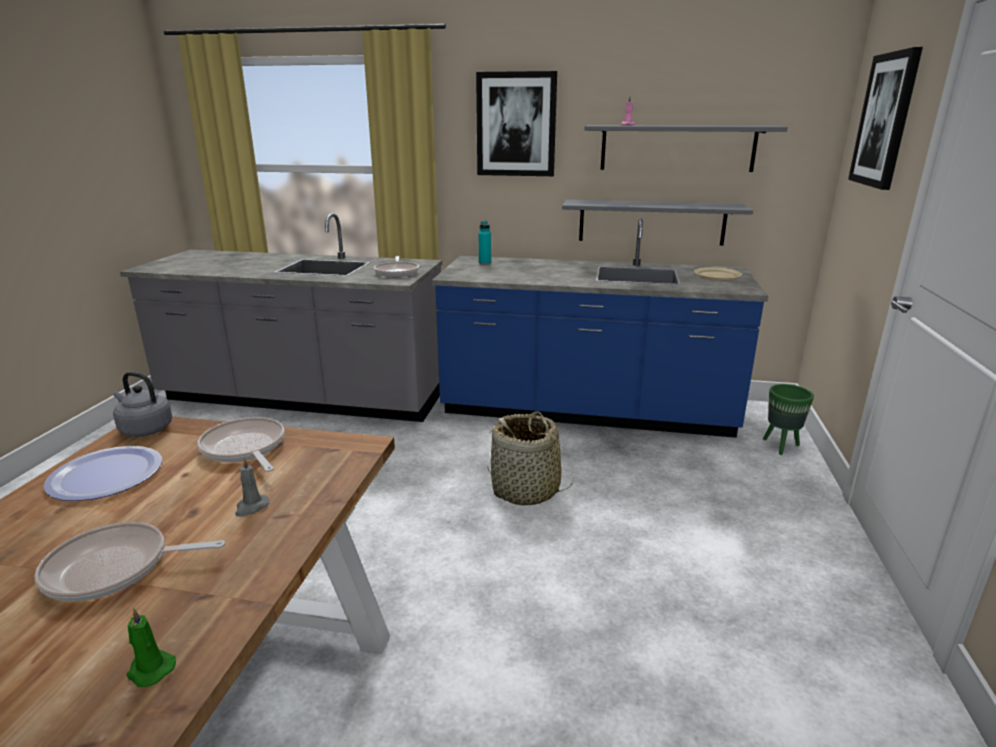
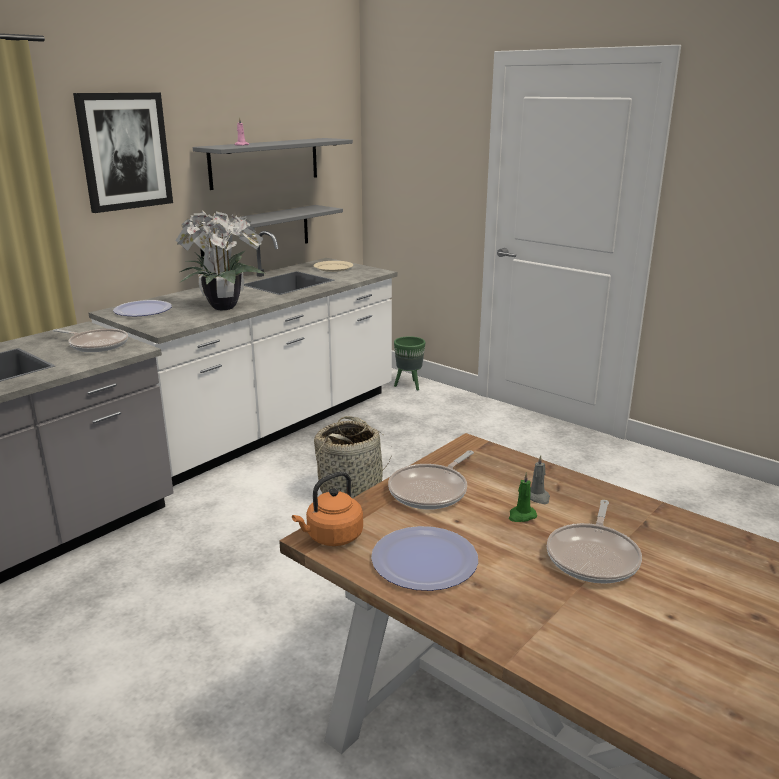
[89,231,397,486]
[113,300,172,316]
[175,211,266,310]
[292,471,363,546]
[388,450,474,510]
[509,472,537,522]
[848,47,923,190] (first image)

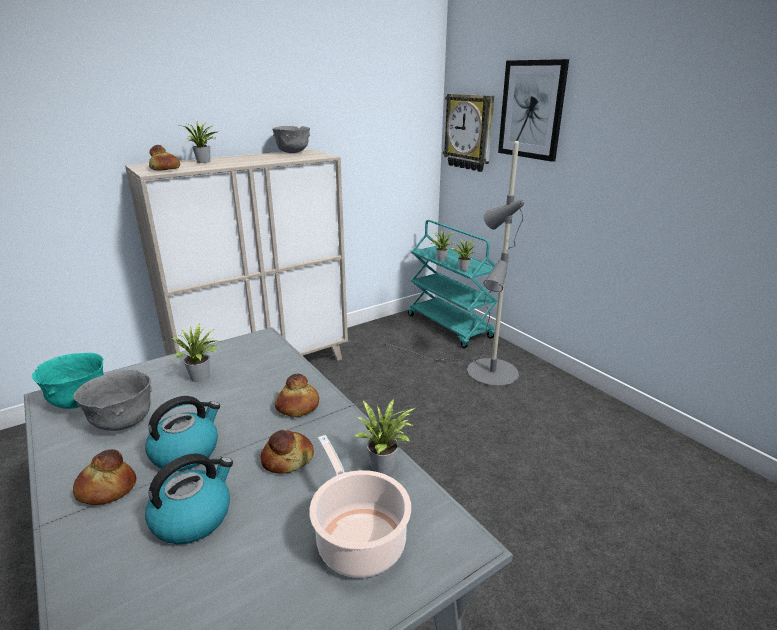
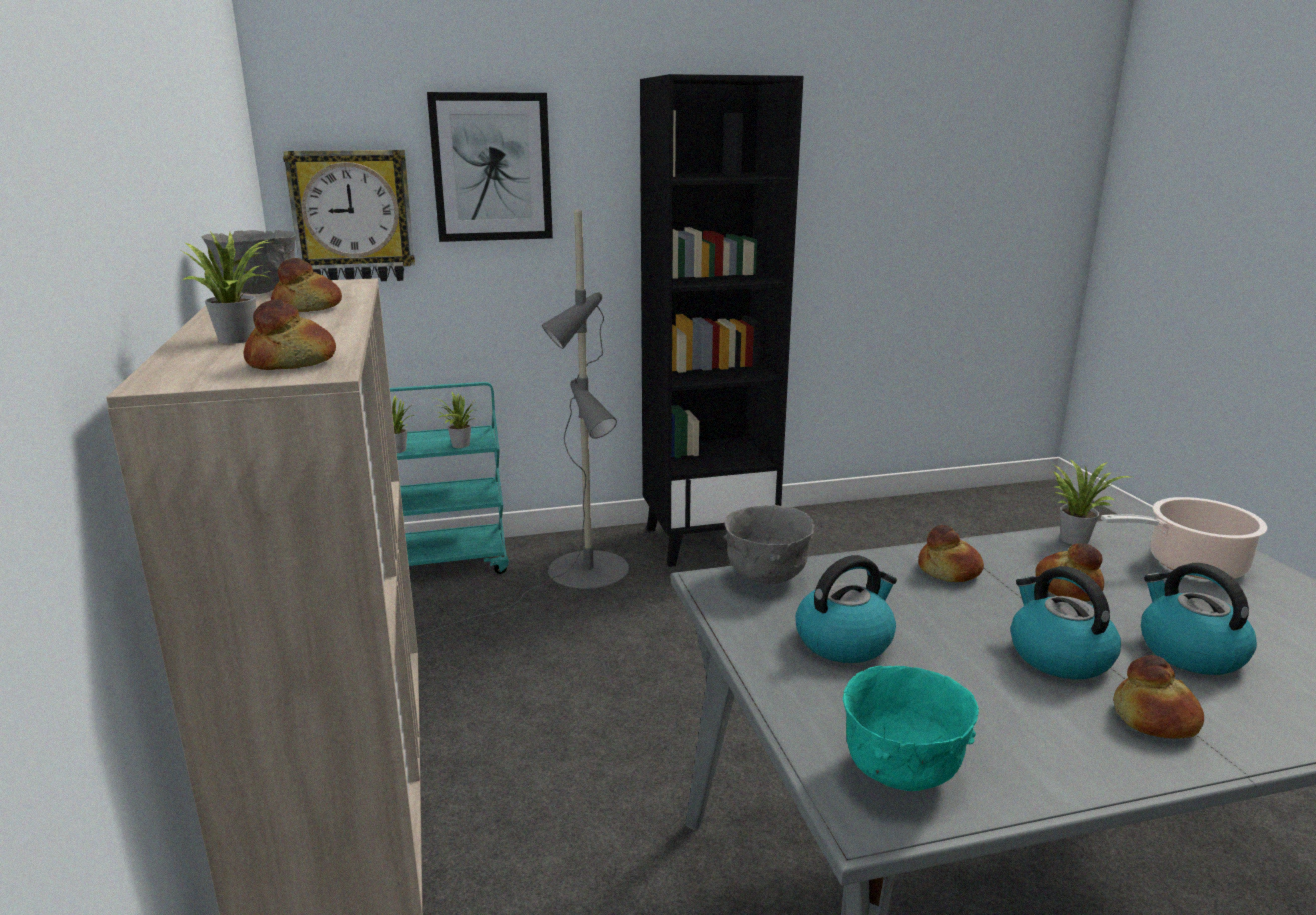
[271,258,342,312]
[640,74,804,567]
[724,505,814,584]
[795,555,897,663]

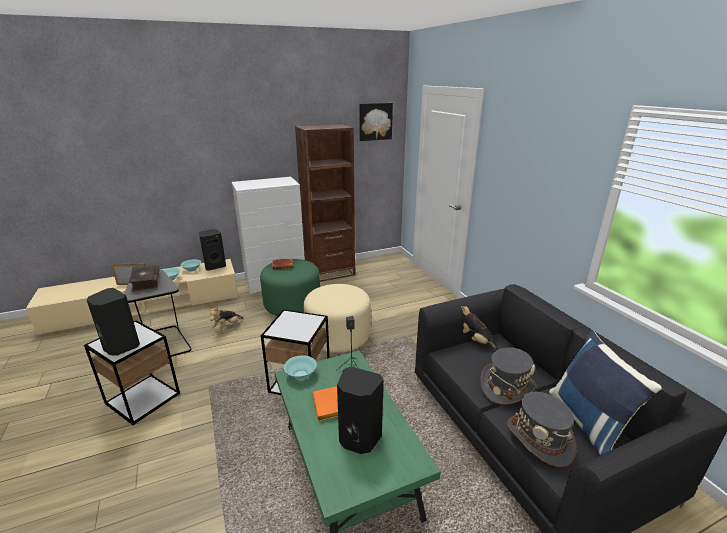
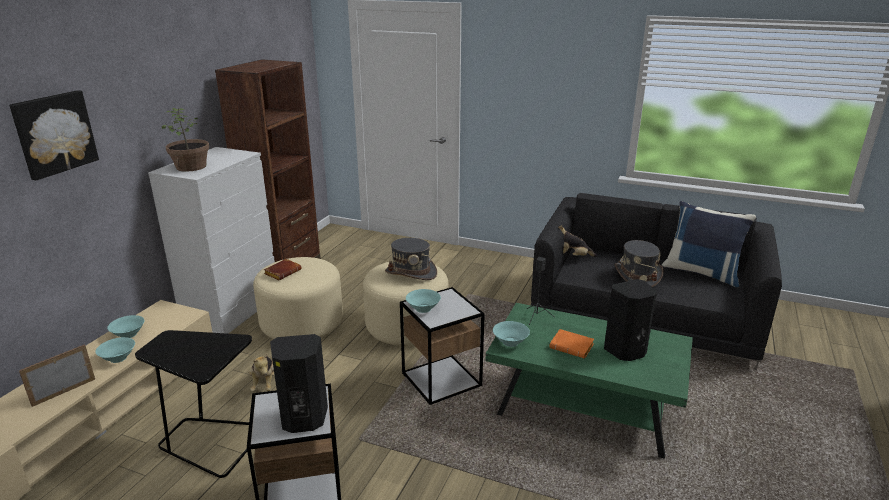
[9,90,99,180]
[162,107,209,172]
[253,257,343,339]
[385,238,437,280]
[406,289,441,313]
[129,265,160,292] (first image)
[199,229,226,271] (first image)

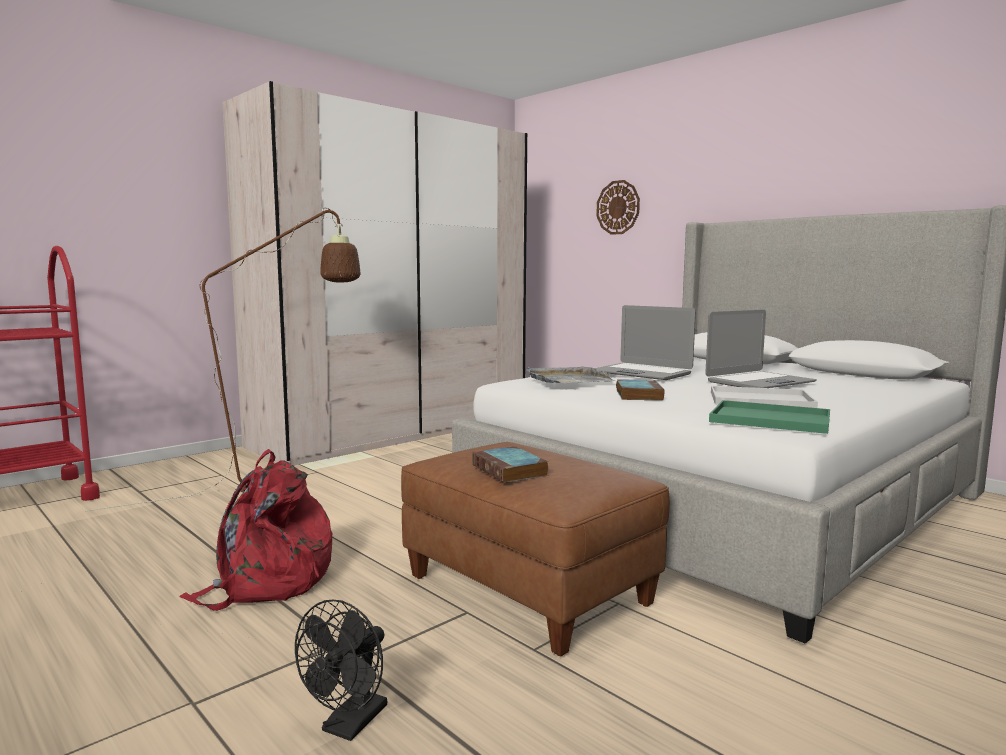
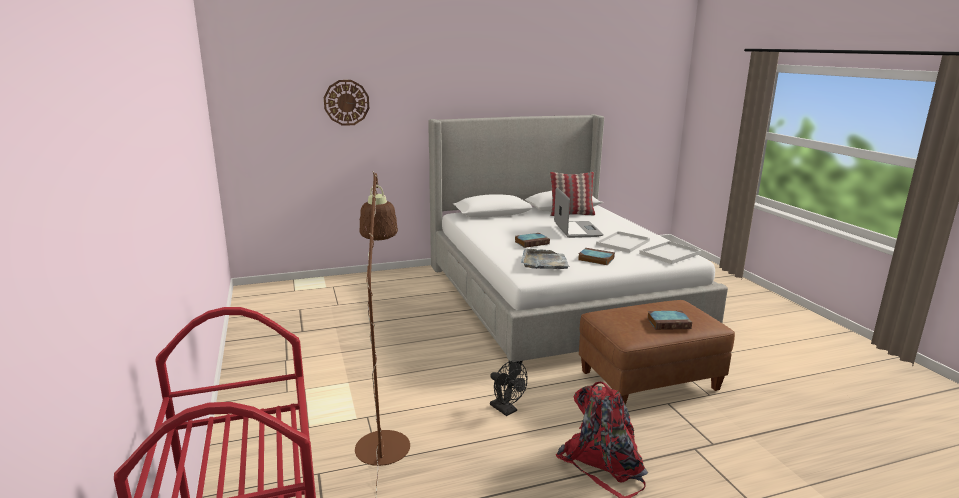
[490,360,527,416]
[515,233,550,248]
[550,172,595,216]
[639,241,701,264]
[223,81,527,466] (first image)

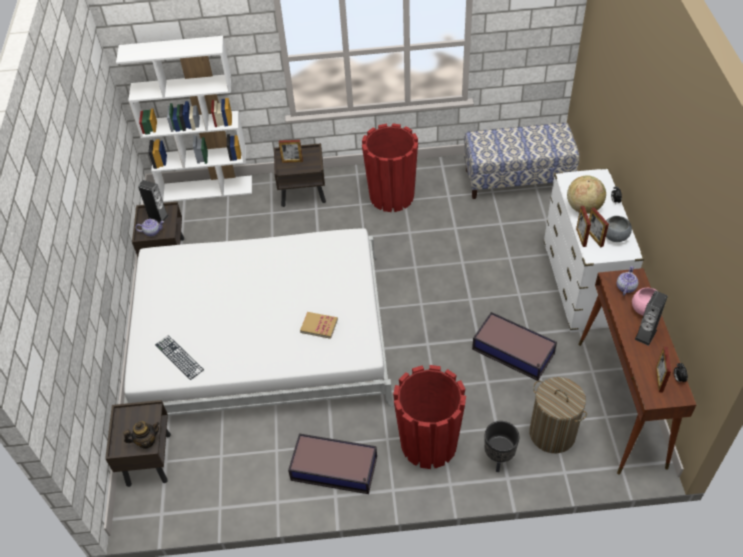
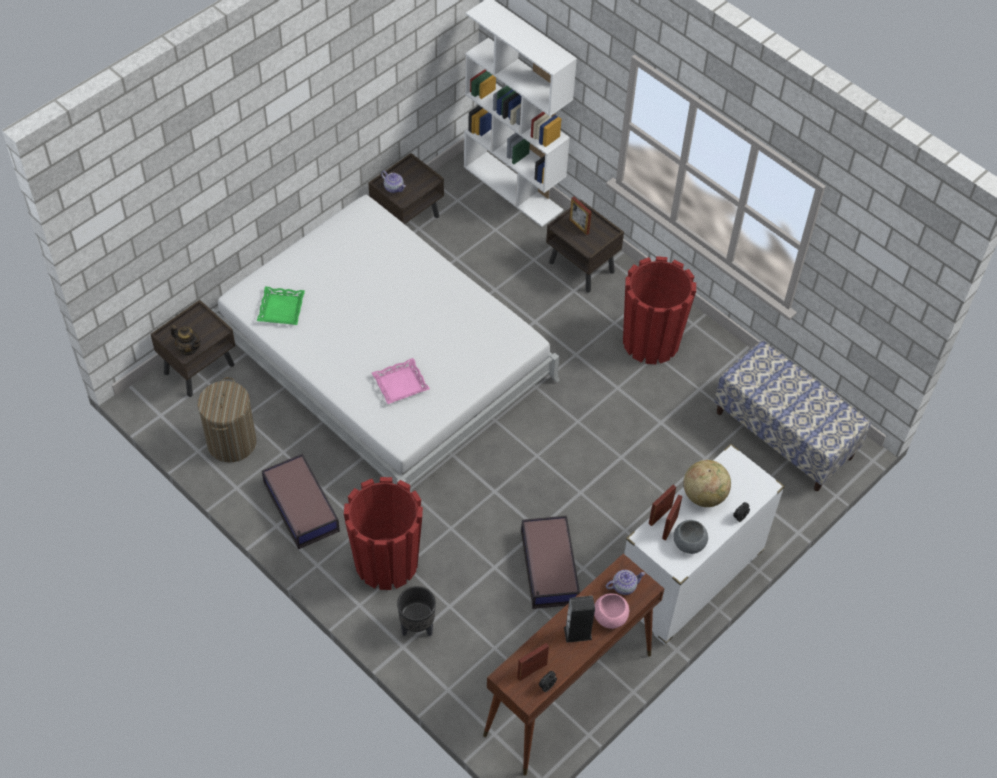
[198,377,256,462]
[257,287,305,325]
[372,358,430,404]
[138,180,169,223] (first image)

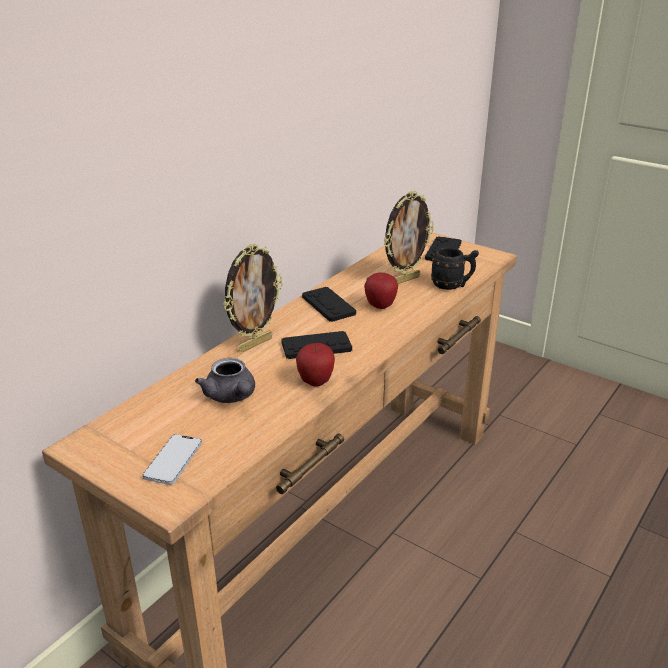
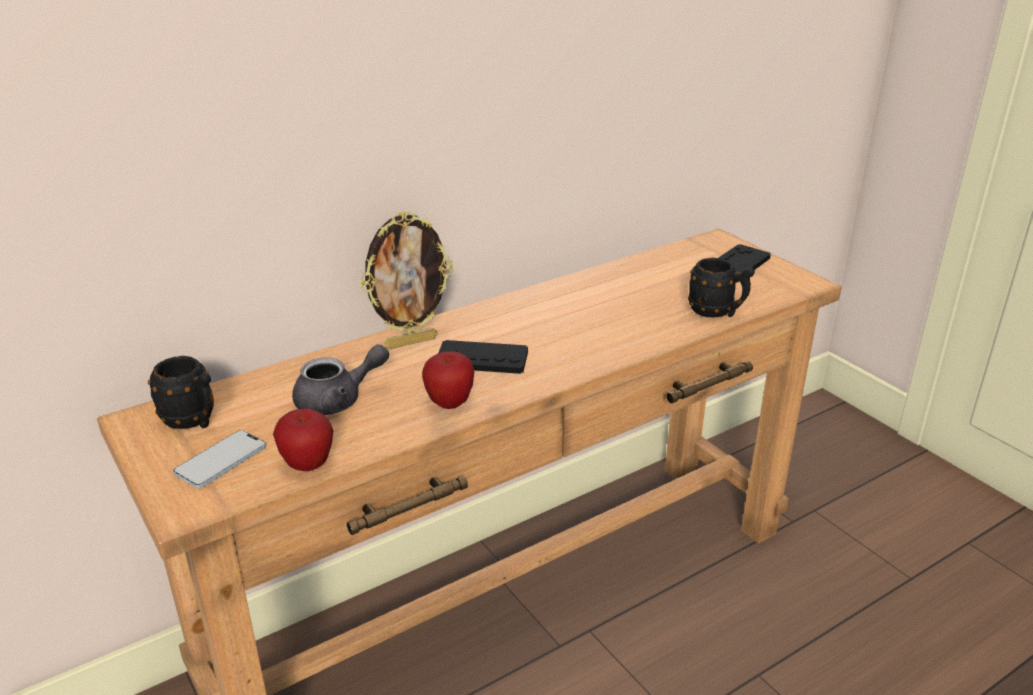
[148,356,214,429]
[273,408,333,471]
[292,344,389,415]
[302,287,356,322] (first image)
[383,191,434,284] (first image)

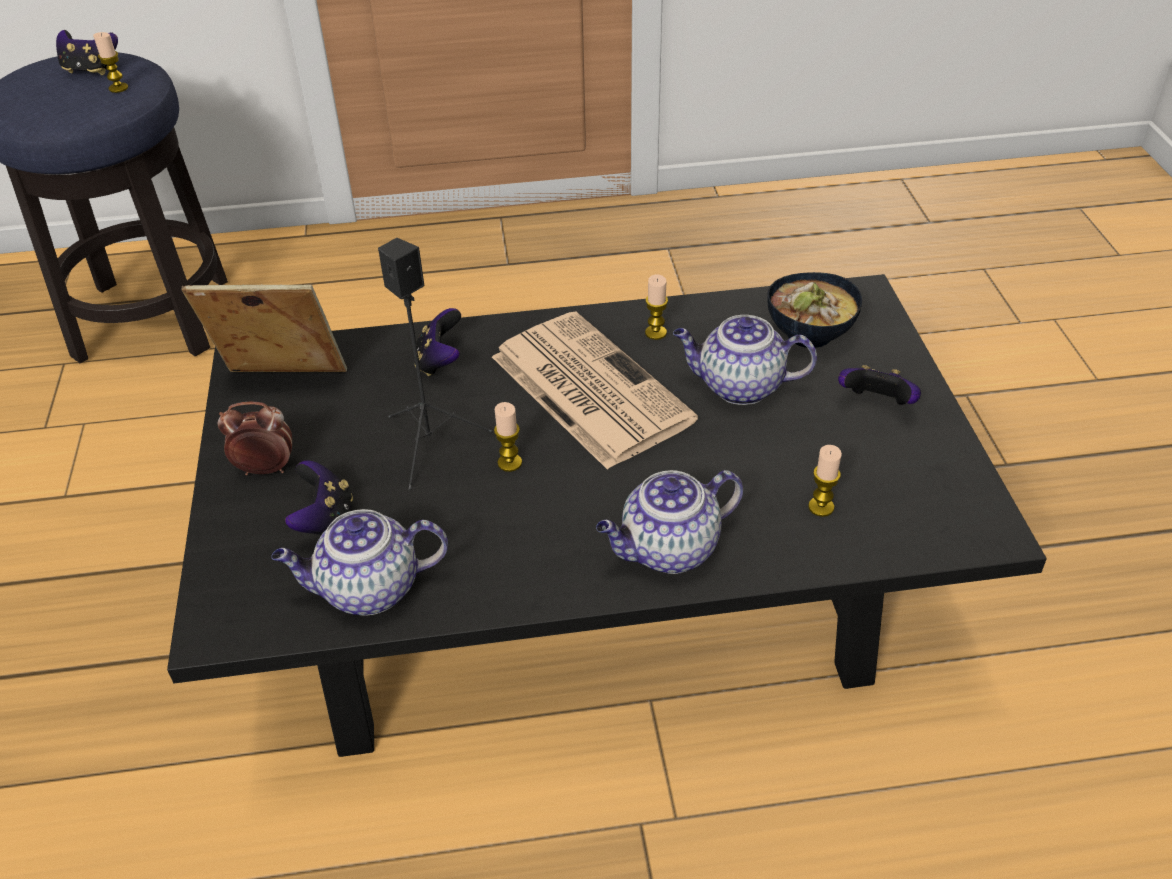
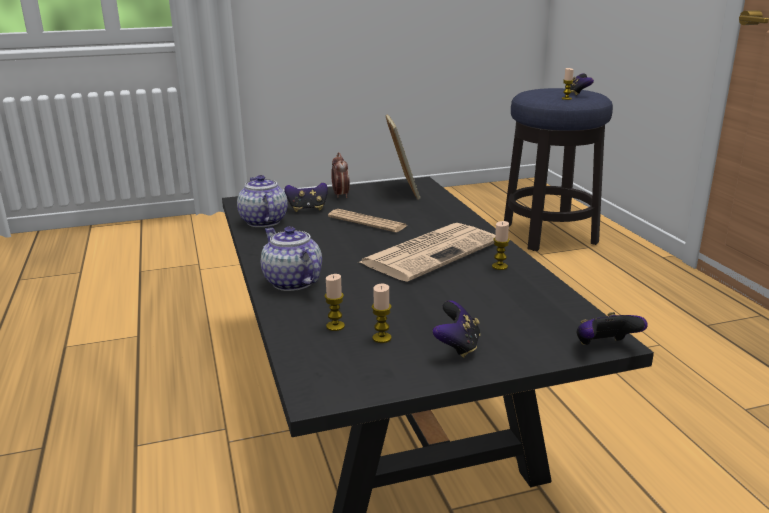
[328,209,407,232]
[372,284,391,343]
[576,312,648,345]
[673,315,817,405] (first image)
[767,272,862,348] (first image)

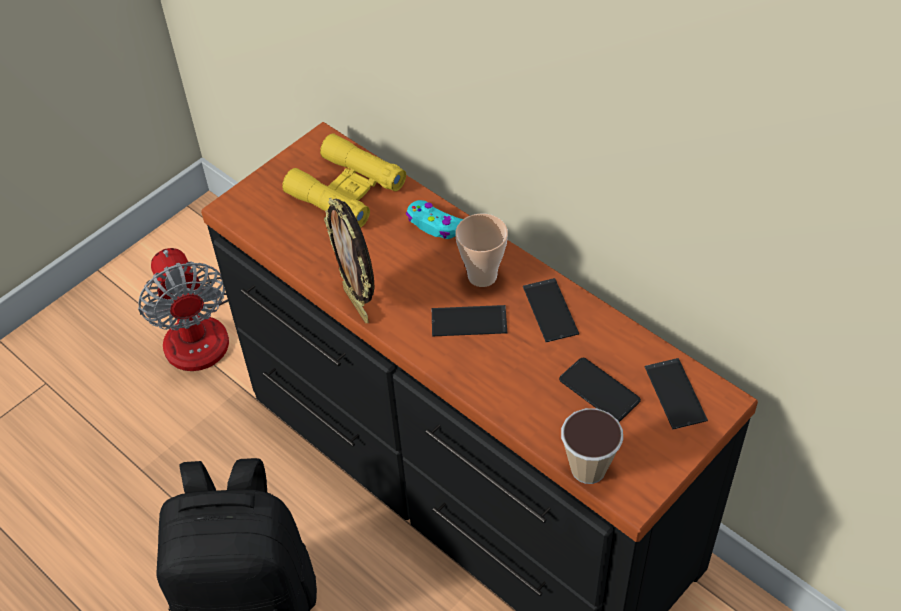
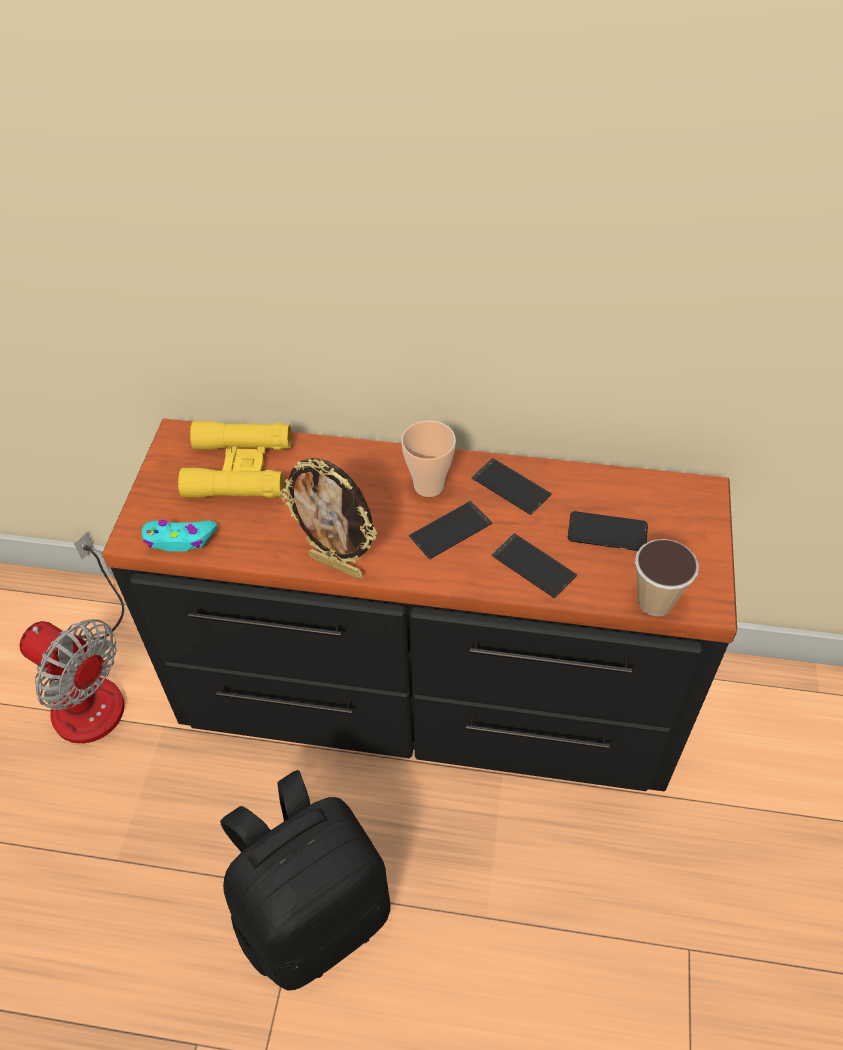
[142,520,217,552]
[492,533,577,599]

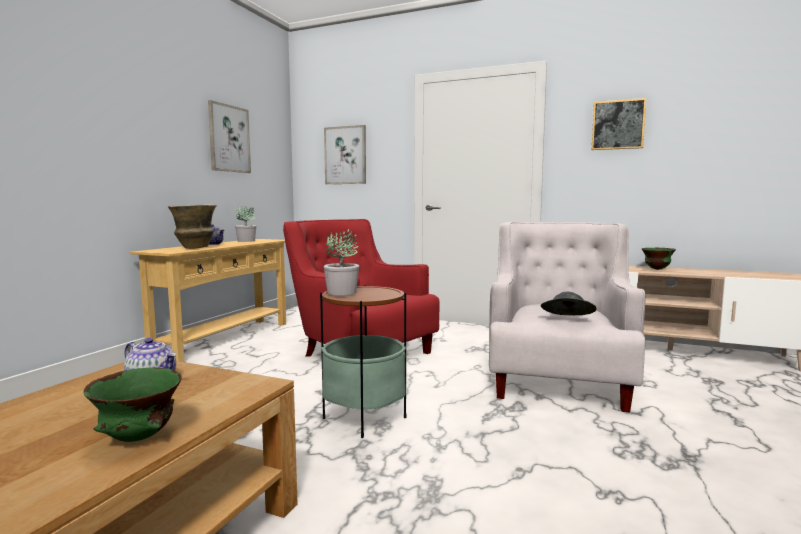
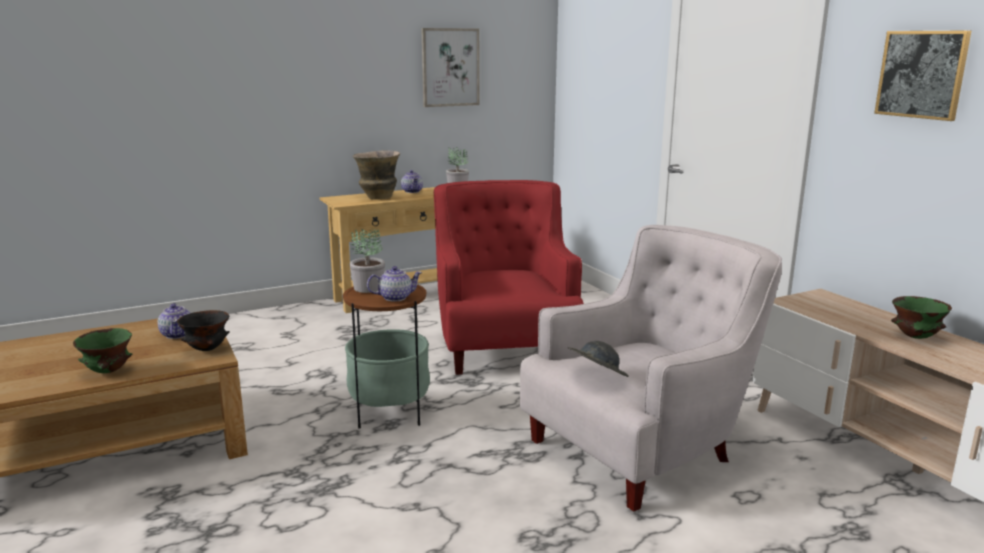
[177,310,229,351]
[367,266,422,302]
[324,125,366,184] (first image)

